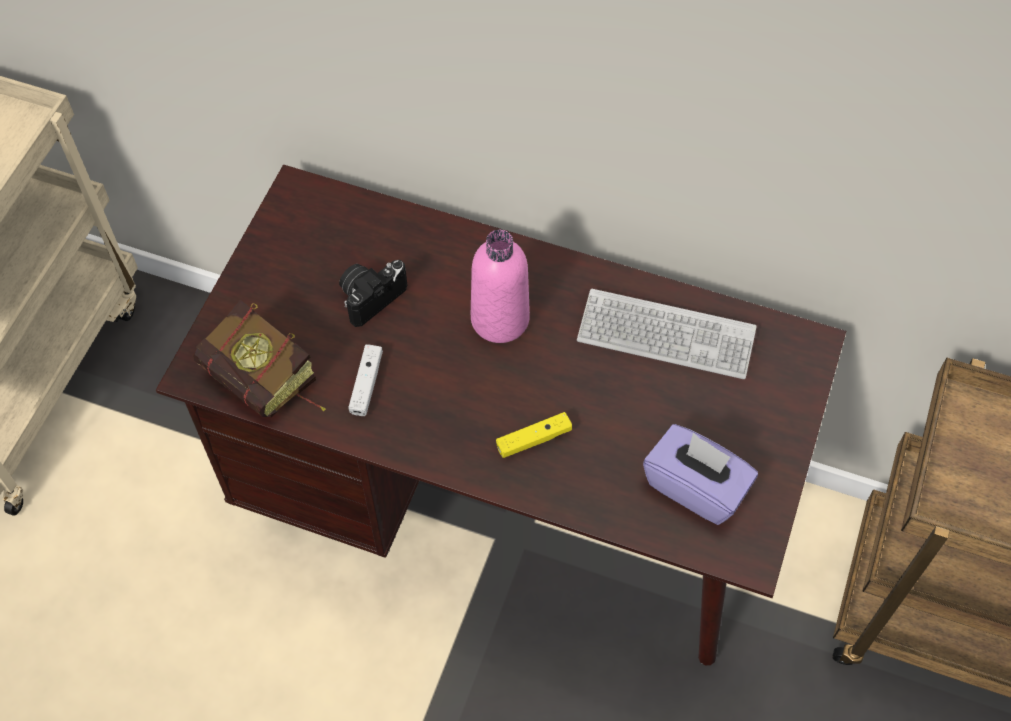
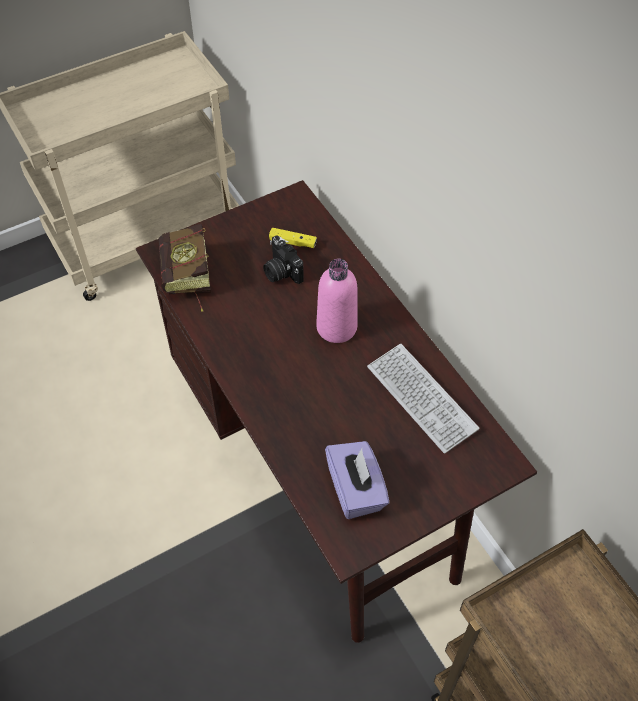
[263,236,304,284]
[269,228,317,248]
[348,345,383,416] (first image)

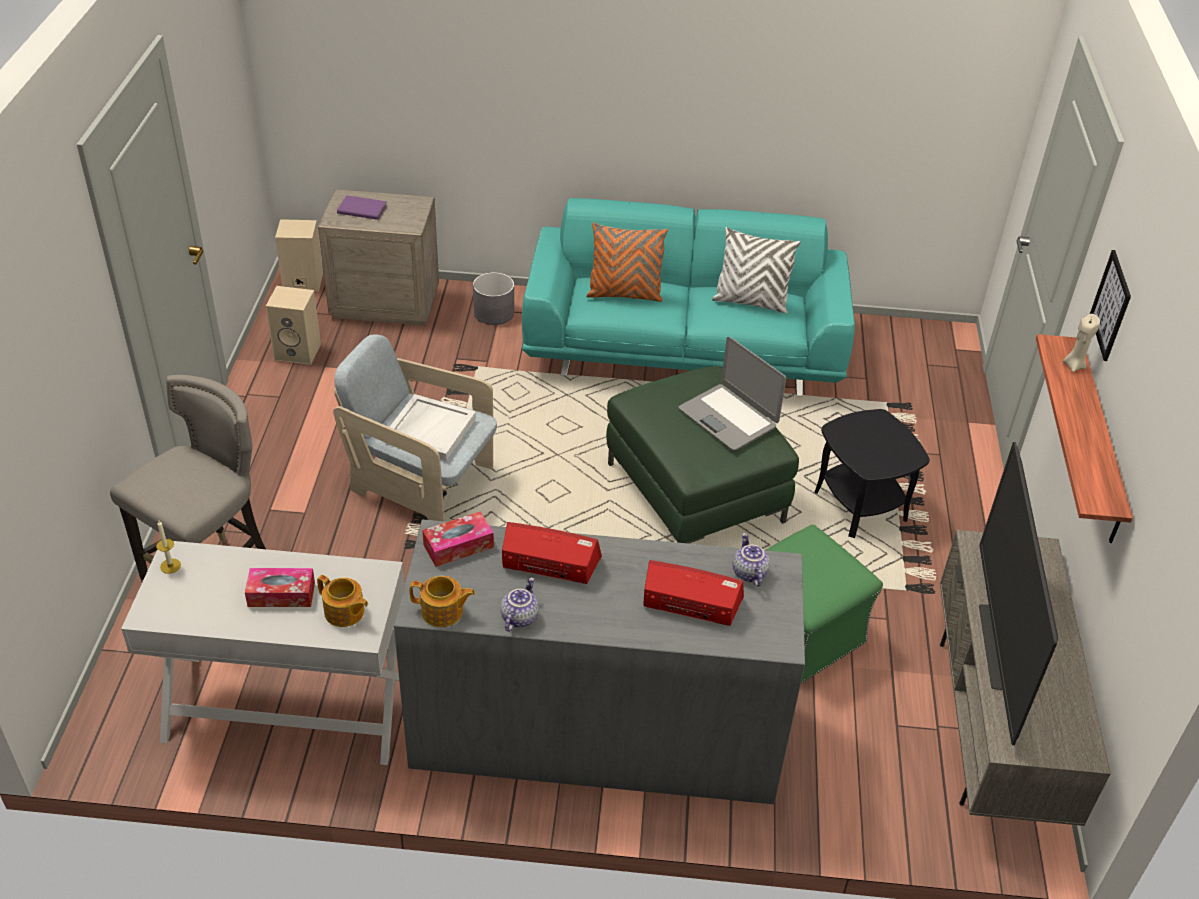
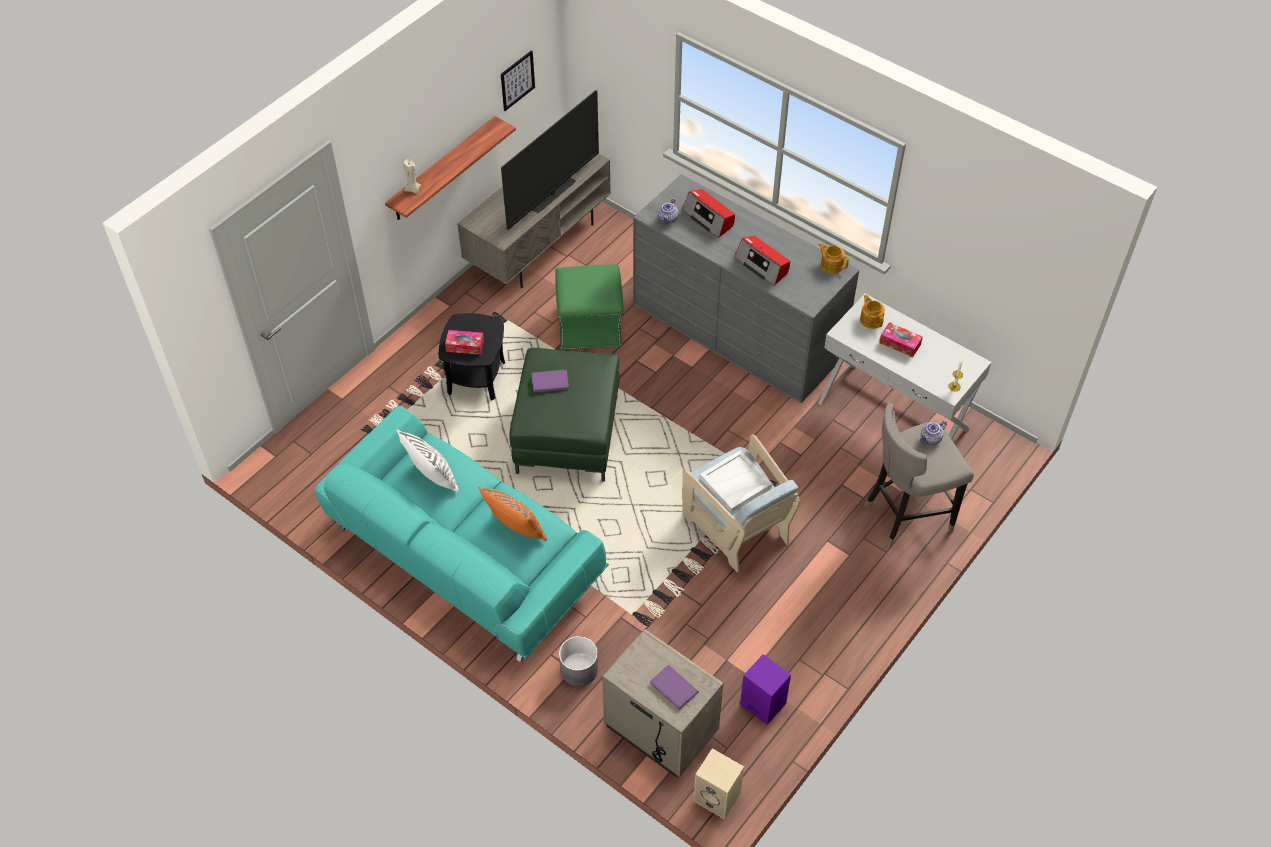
[445,330,484,355]
[501,50,535,111]
[532,370,569,392]
[740,654,791,725]
[919,421,947,445]

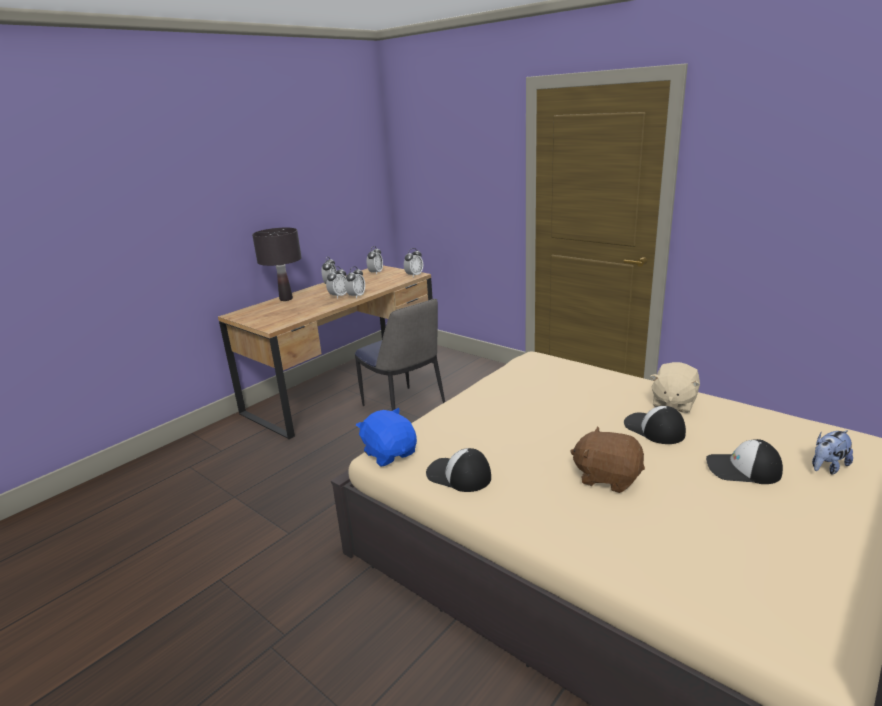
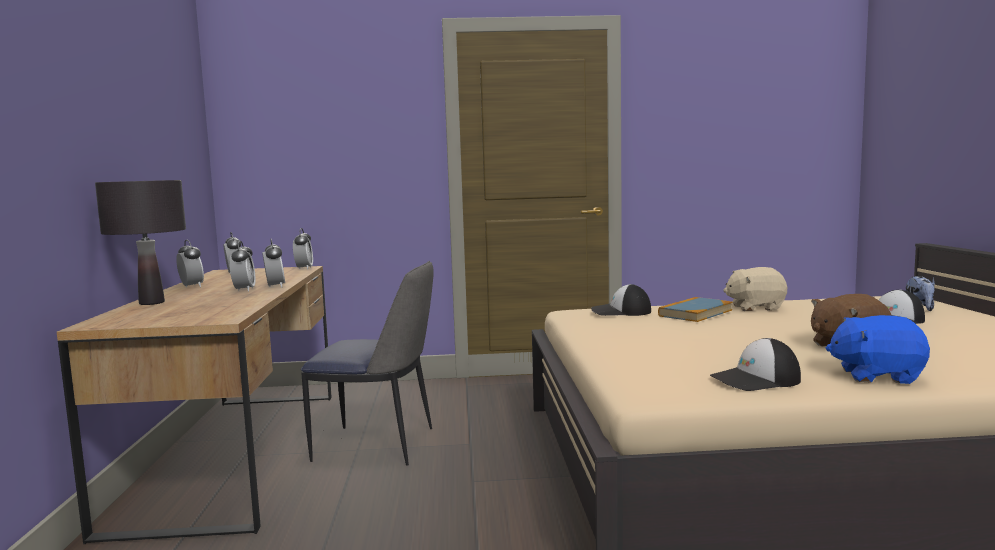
[591,284,651,316]
[658,297,732,322]
[723,267,787,311]
[826,315,930,384]

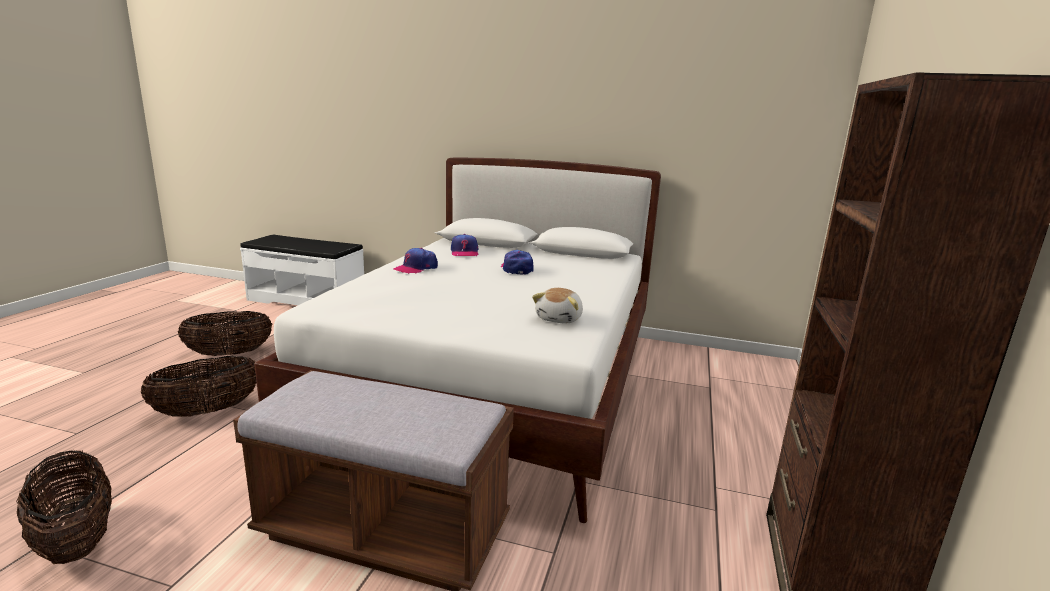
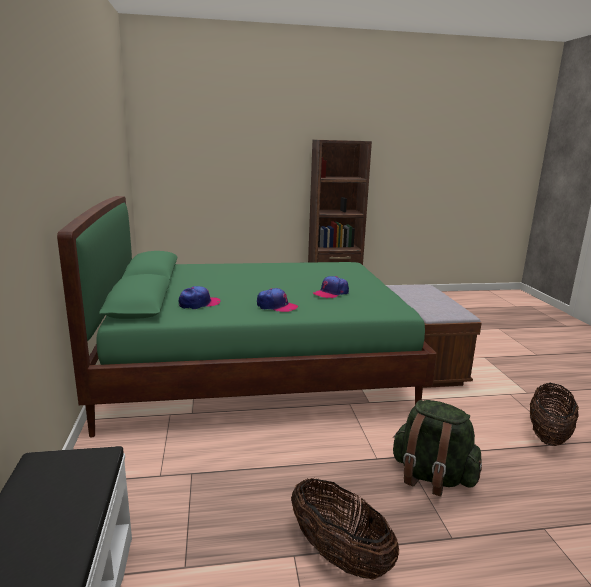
[57,196,437,438]
[313,276,349,298]
[393,400,482,497]
[532,288,583,324] (first image)

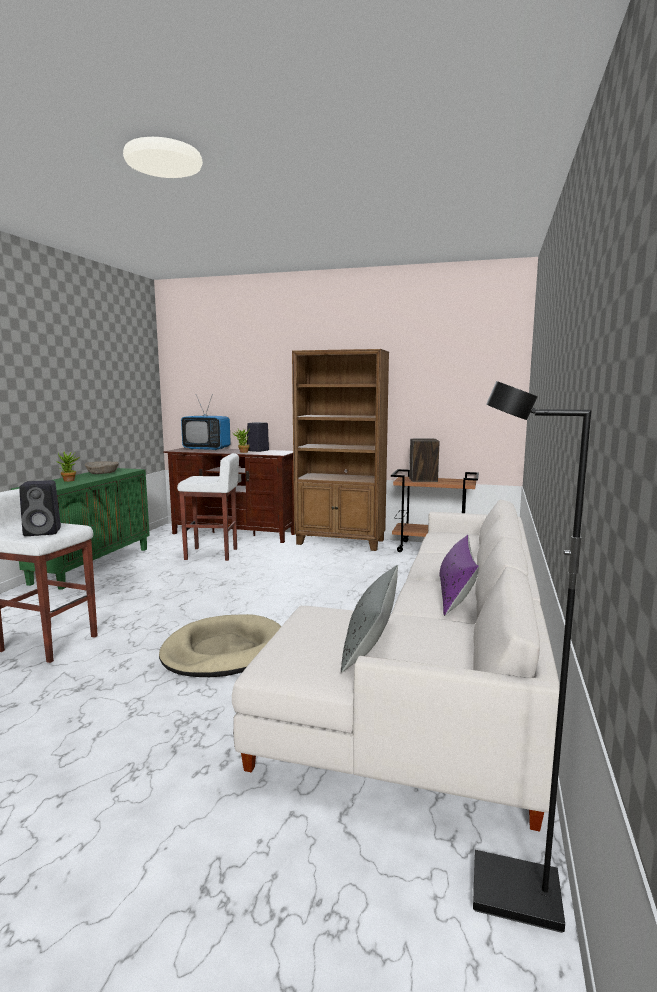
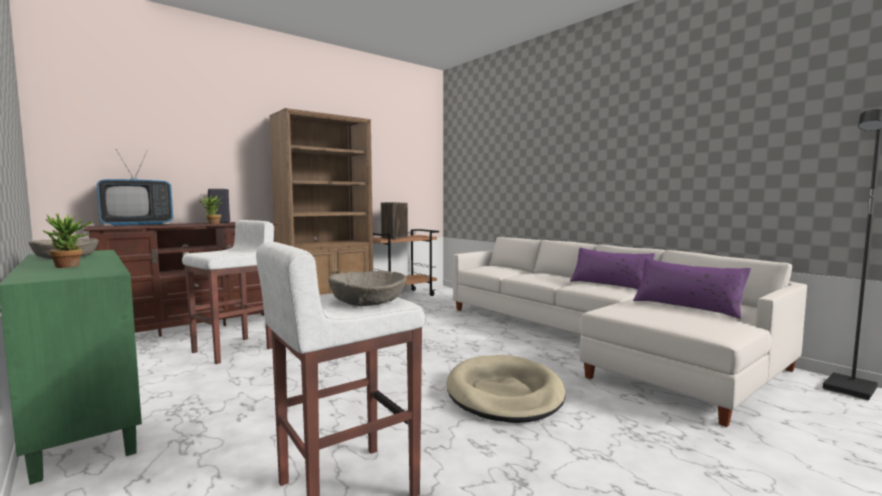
[328,271,407,306]
[633,258,751,319]

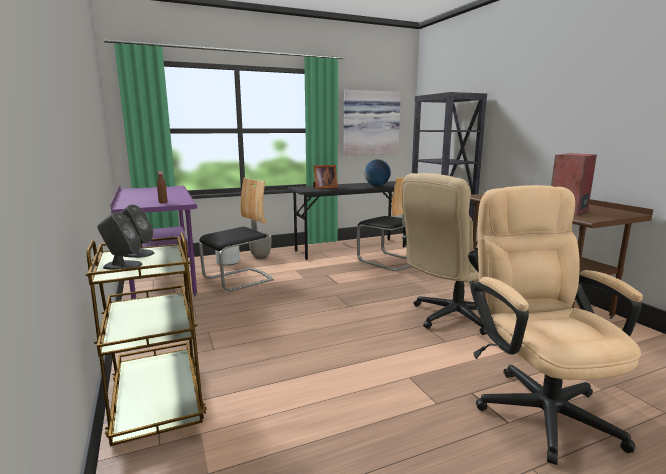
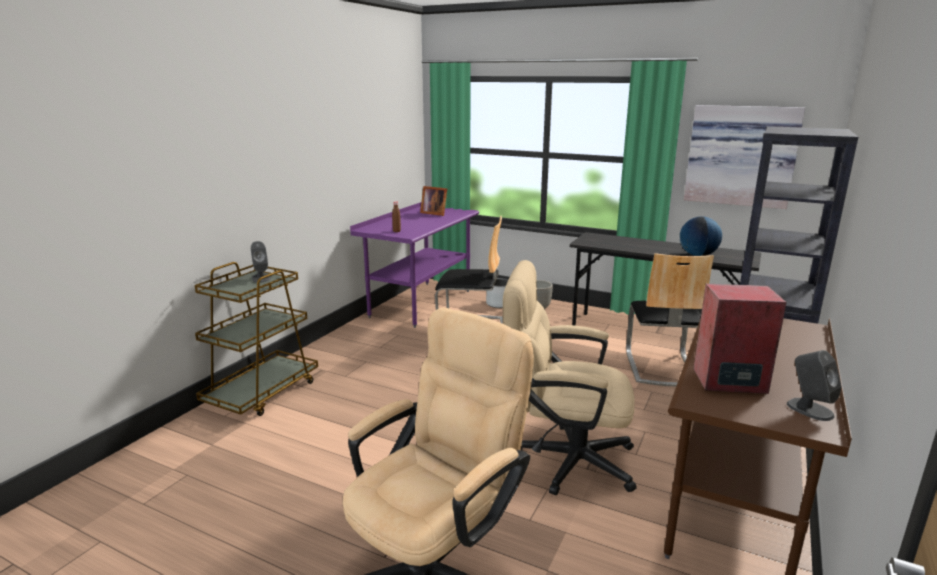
[420,186,447,216]
[787,350,842,421]

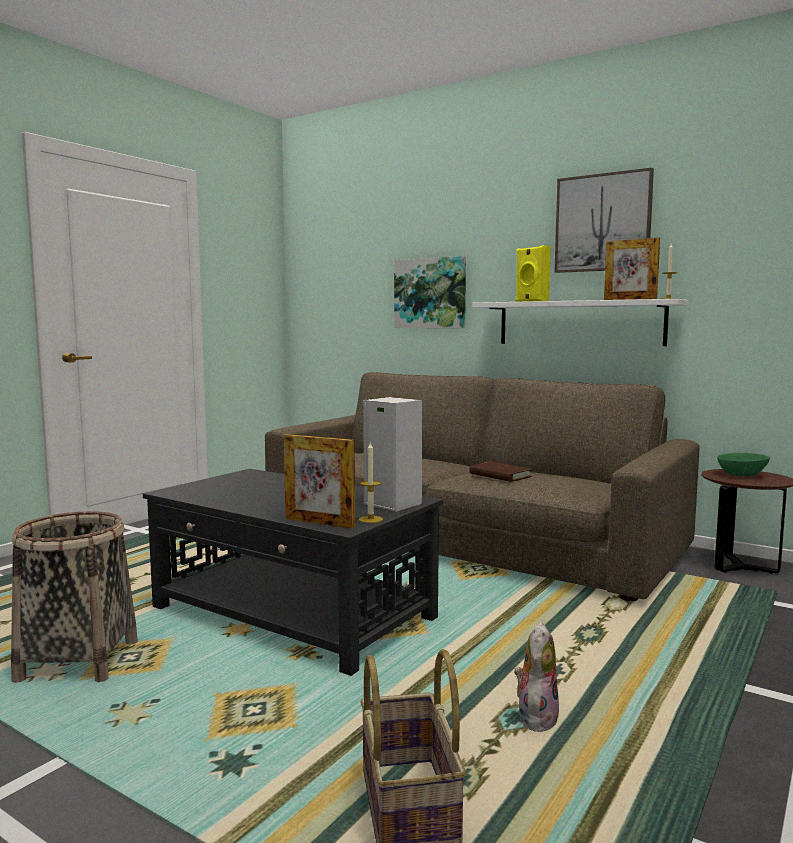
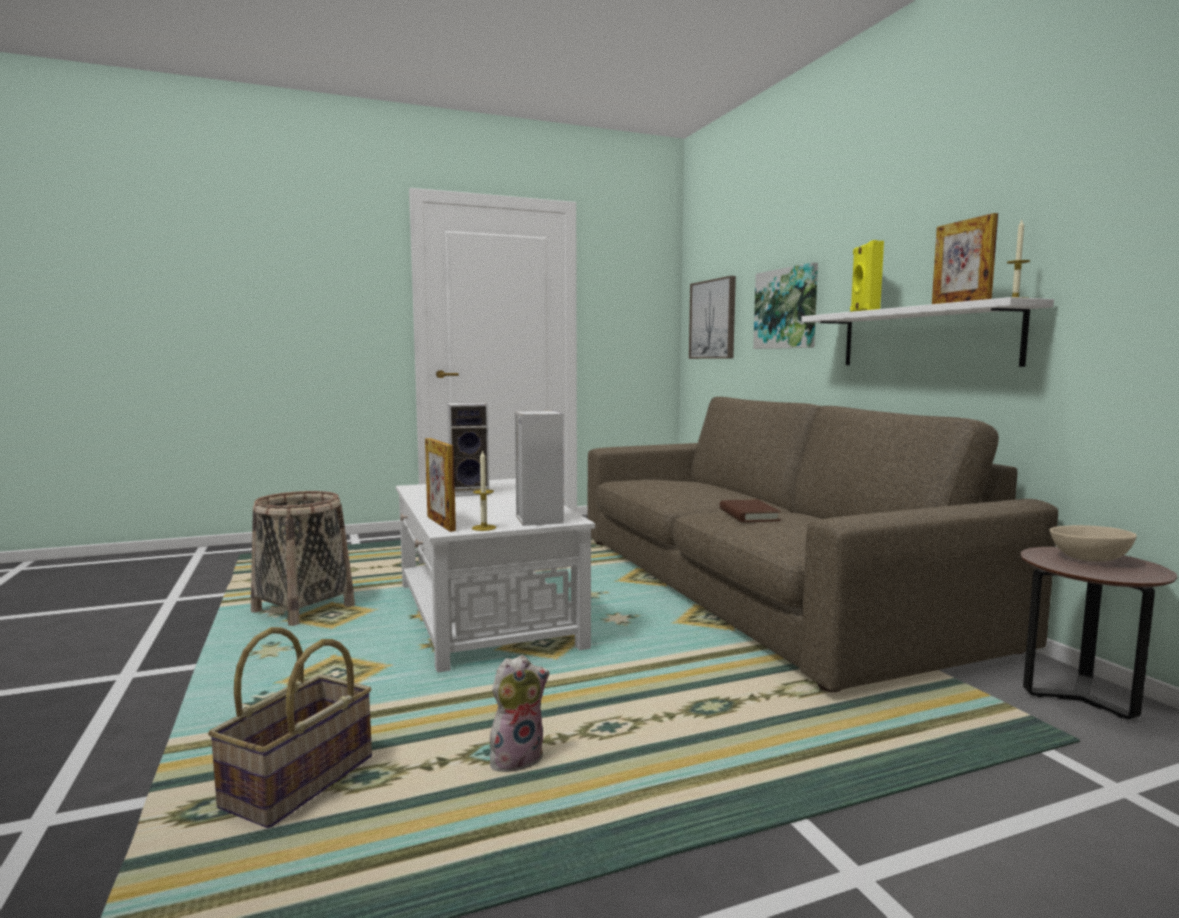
[396,478,595,673]
[447,402,489,496]
[689,276,736,359]
[1050,525,1137,562]

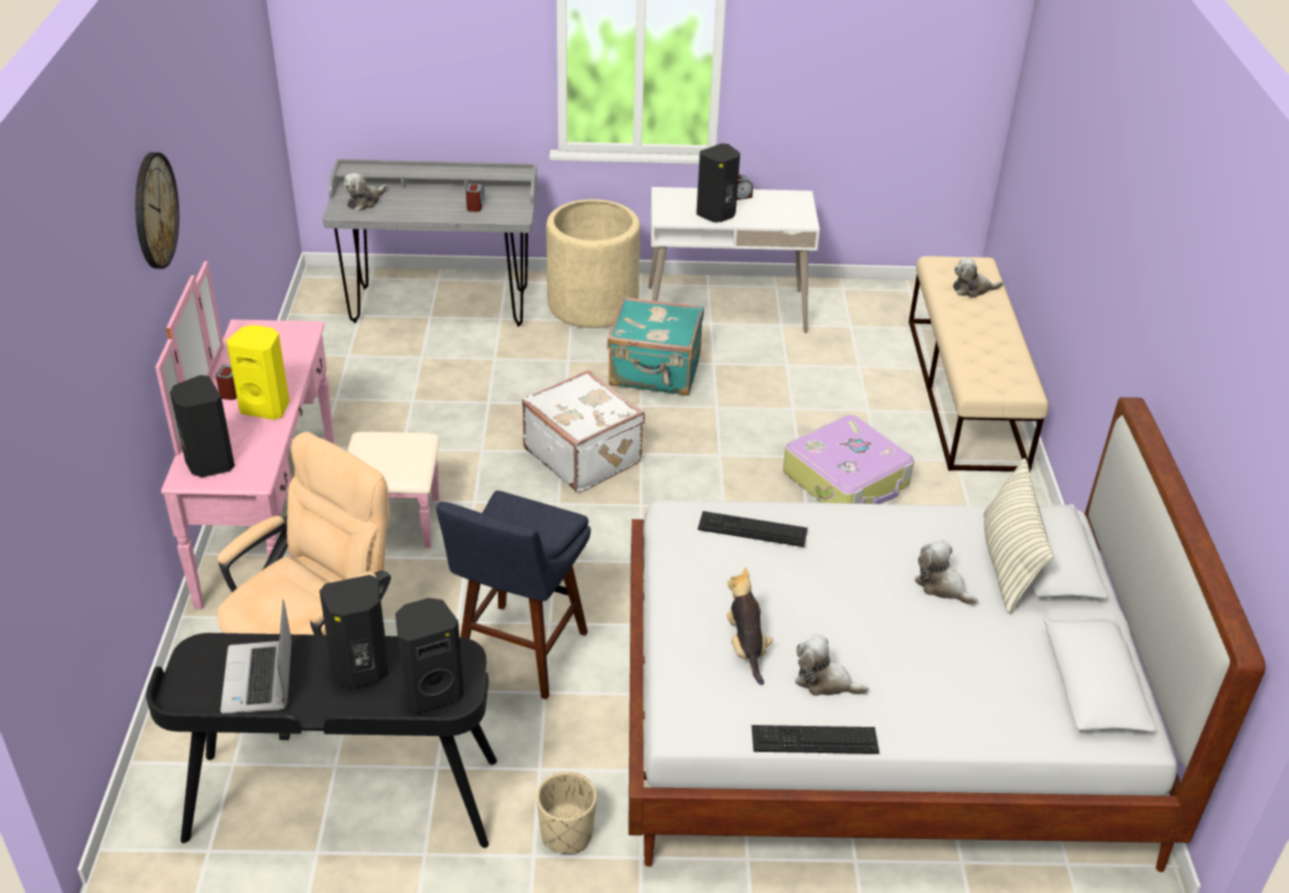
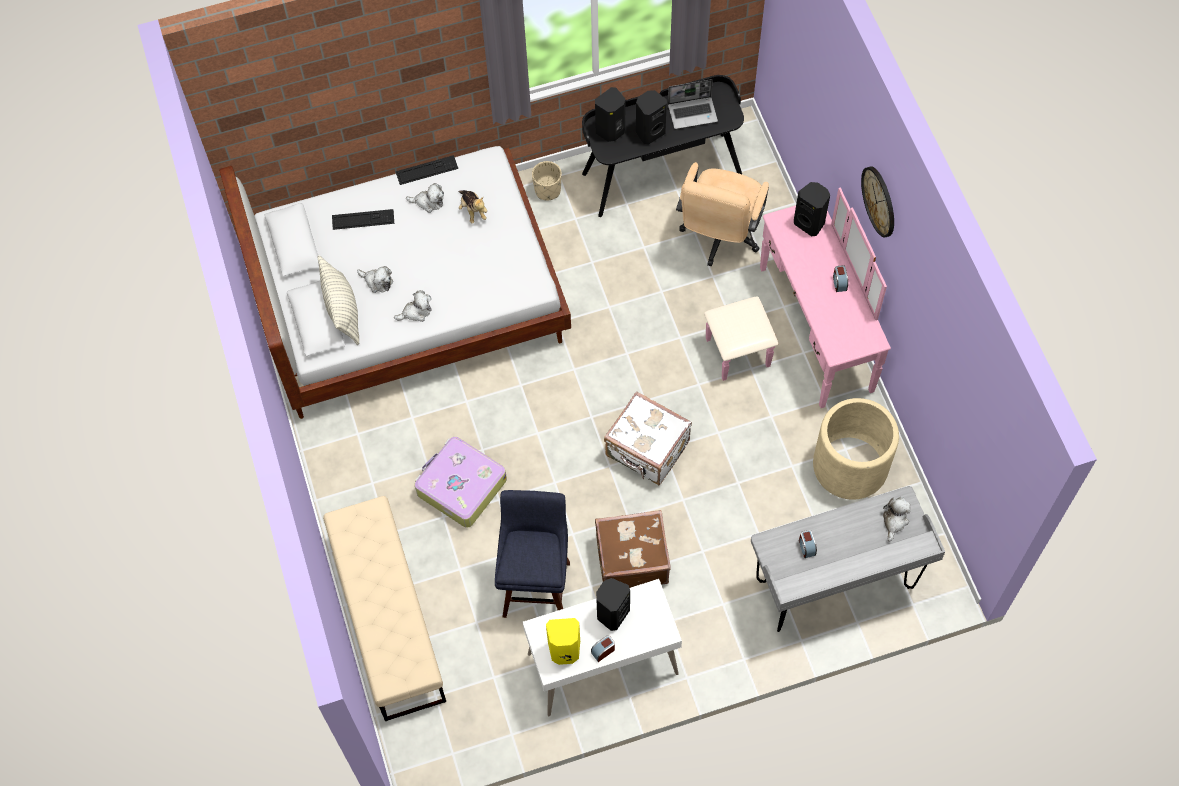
[332,209,394,230]
[394,290,432,322]
[495,490,570,618]
[546,618,580,665]
[595,510,671,588]
[668,79,718,129]
[813,398,899,500]

